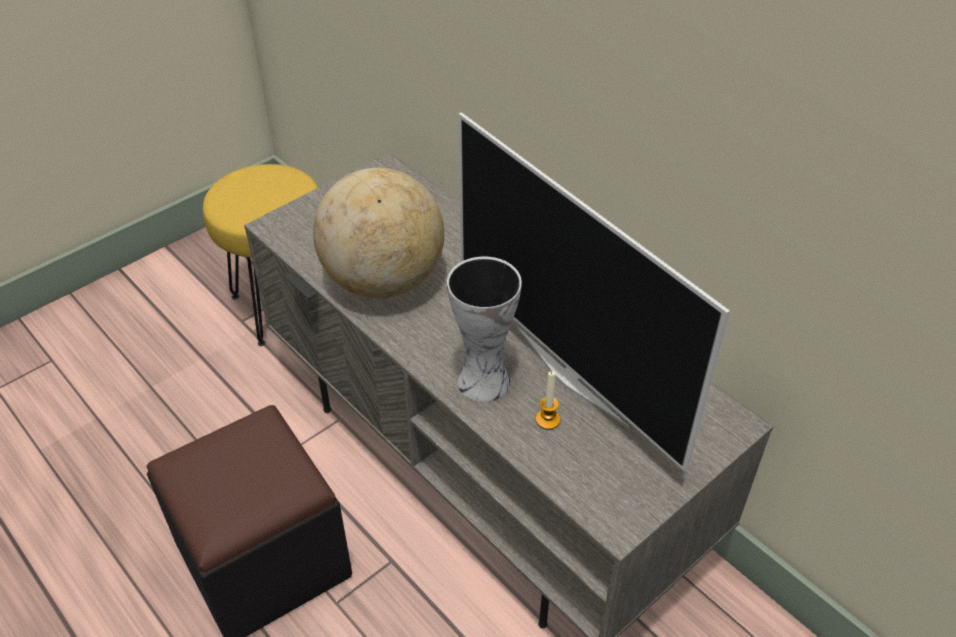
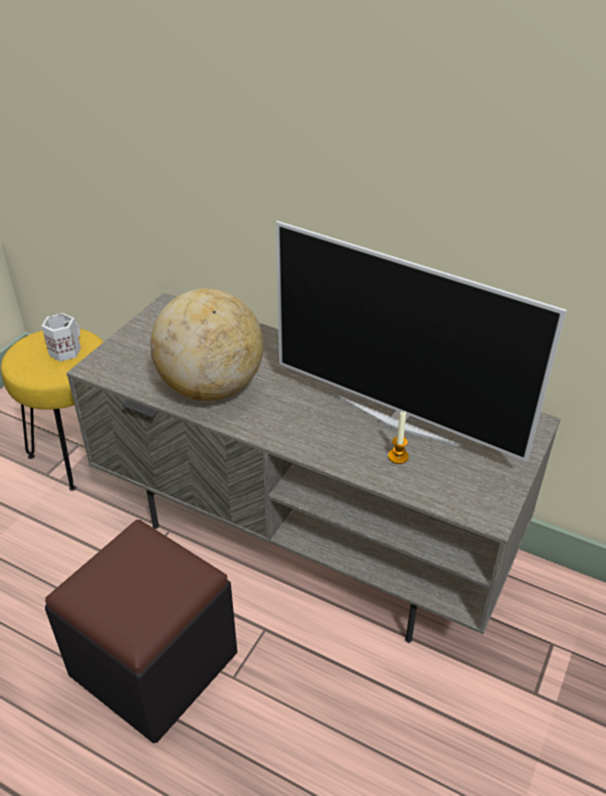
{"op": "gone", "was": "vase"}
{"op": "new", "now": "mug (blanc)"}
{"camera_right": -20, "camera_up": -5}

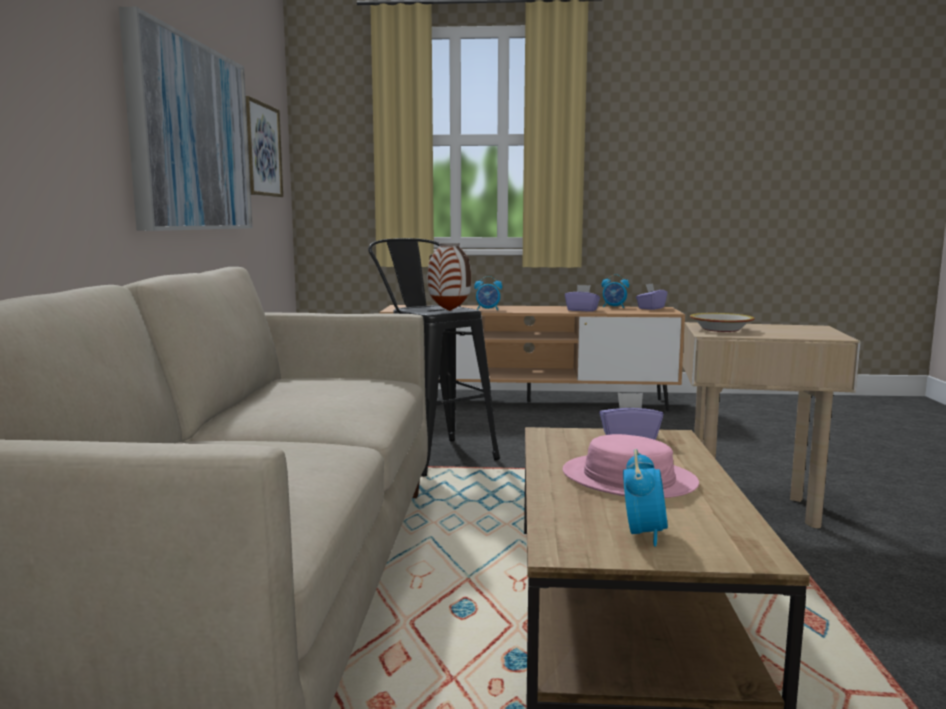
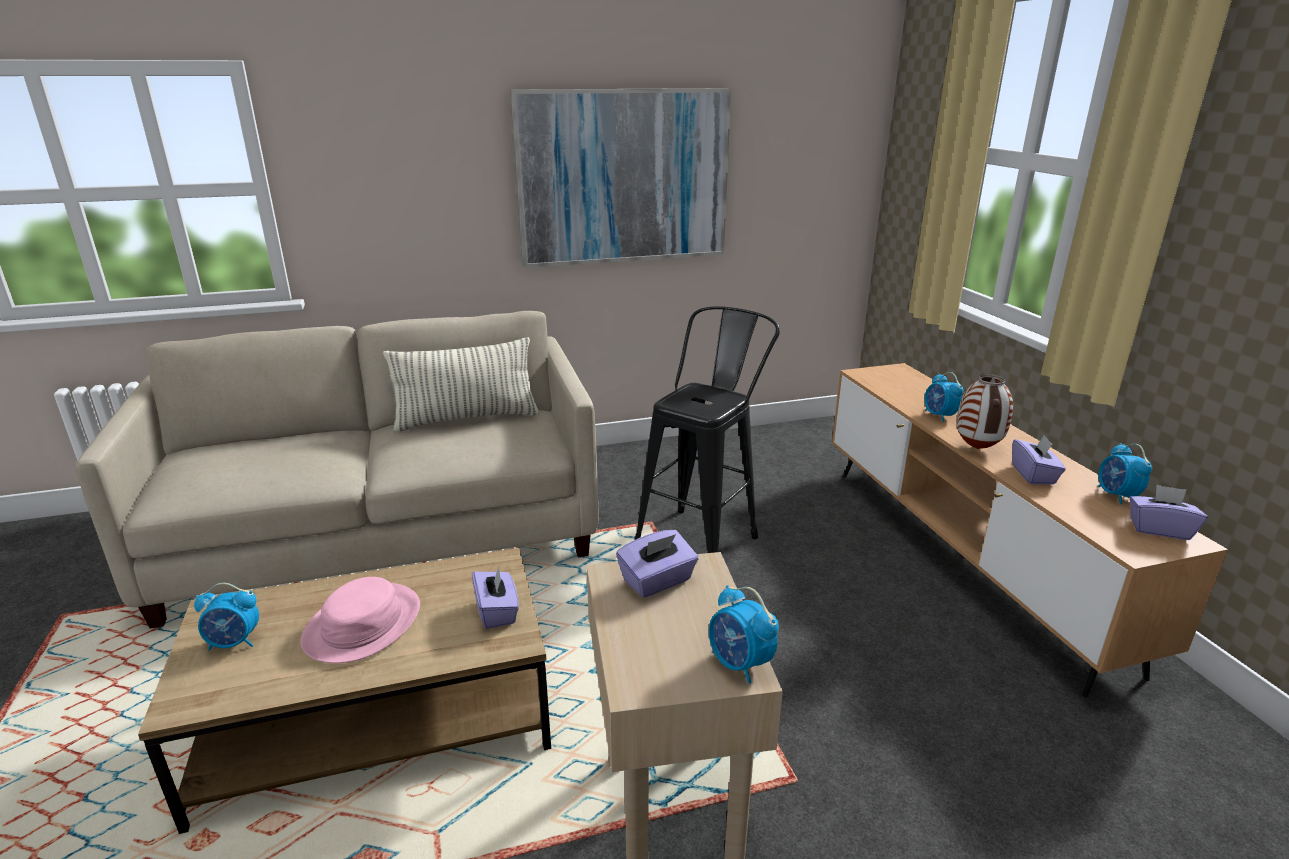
{"op": "gone", "was": "tableau (no. 2 from left)"}
{"op": "shifted", "was": "vase"}
{"op": "swapped", "was": "bol", "now": "boîte à mouchoirs (violet) (no. 2 from left)"}
{"op": "new", "now": "coussin"}
{"op": "new", "now": "réveil (no. 2 from left)"}
{"camera_right": 70, "camera_up": 15}

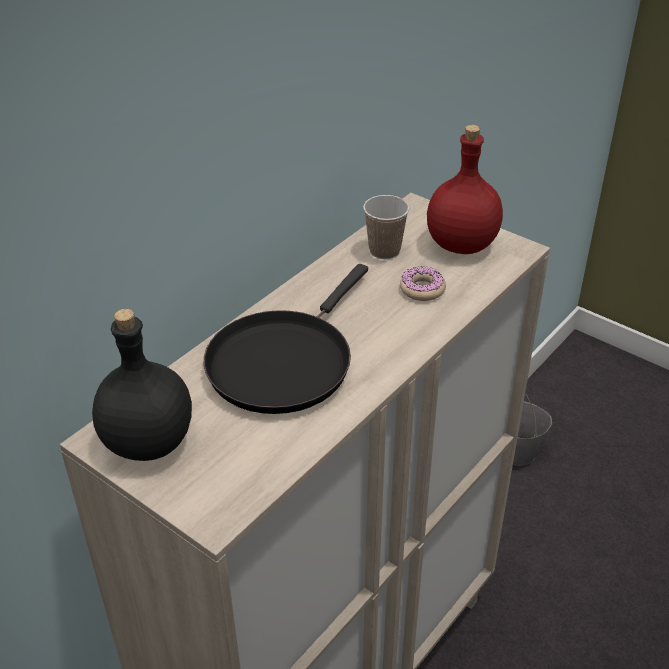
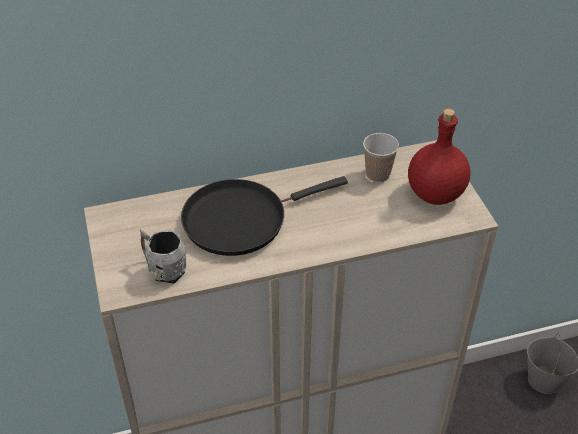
{"op": "gone", "was": "bouteille (noir)"}
{"op": "gone", "was": "beignet"}
{"op": "new", "now": "mug (gris)"}
{"camera_right": 35, "camera_up": 5}

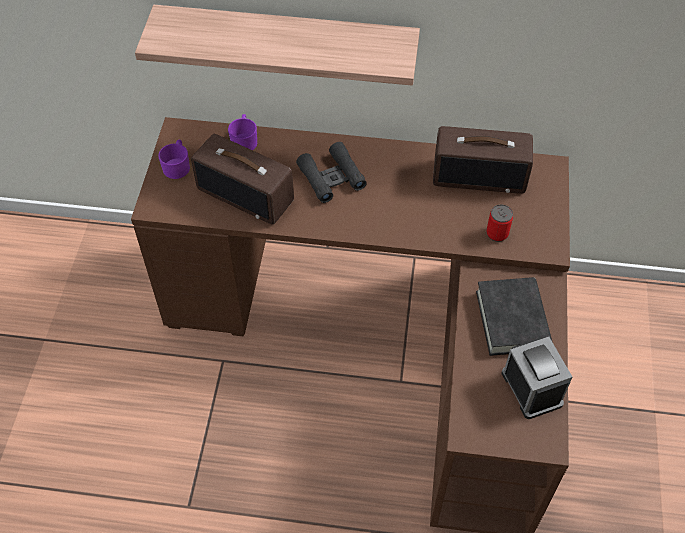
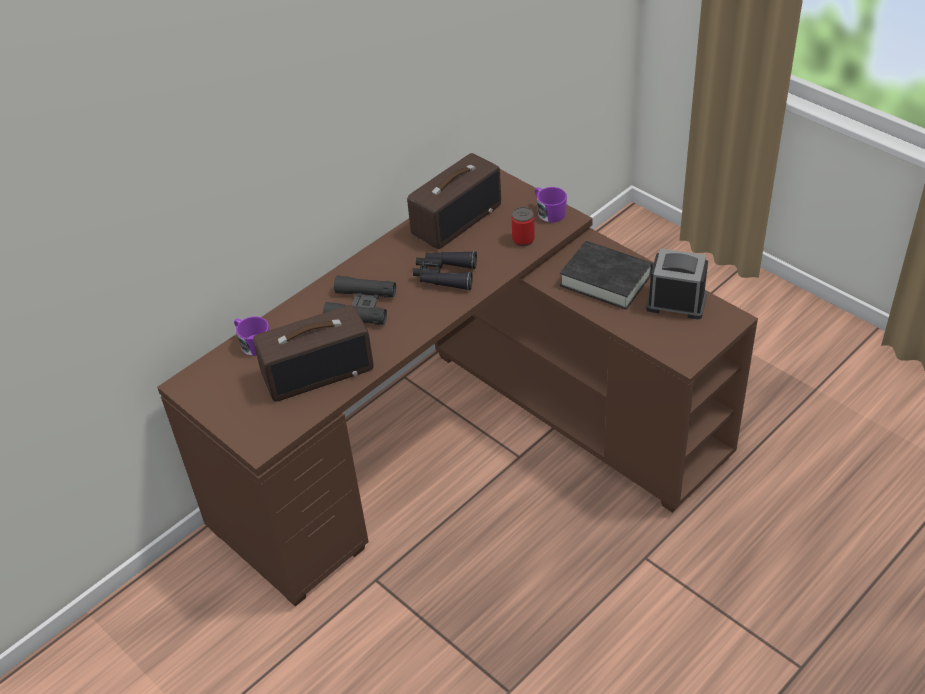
{"op": "gone", "was": "étagère"}
{"op": "shifted", "was": "mug (violet) (no. 1 from left in the first image)", "now": "mug (violet) (no. 2 from left)"}
{"op": "new", "now": "jumelles (noir) (no. 2 from left)"}
{"camera_right": -50, "camera_up": -10}

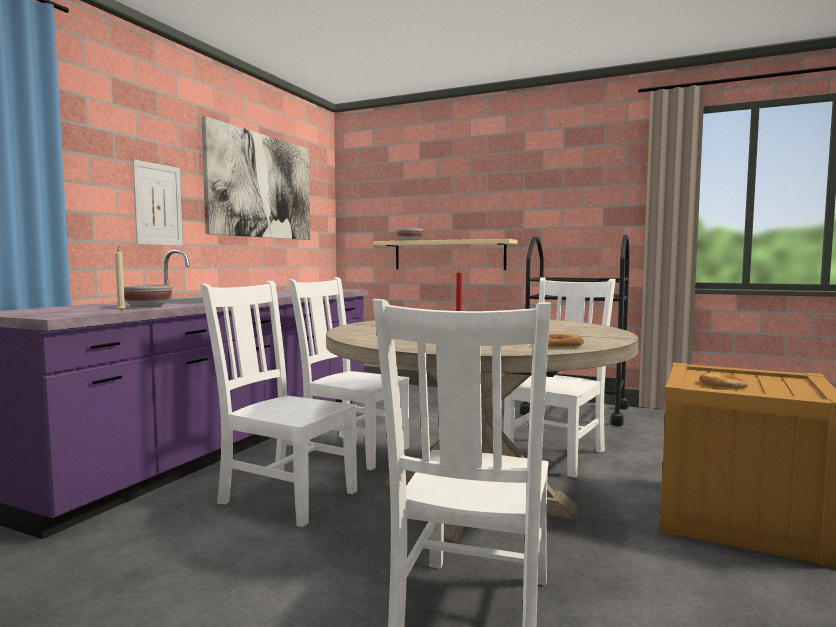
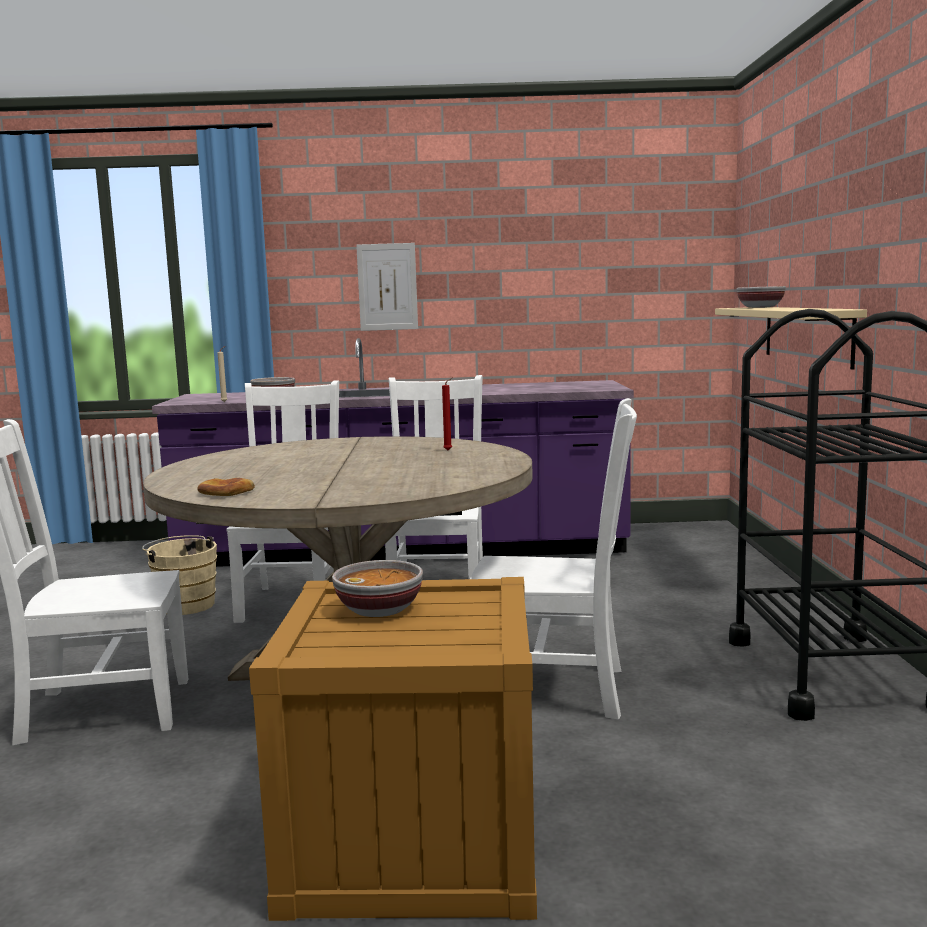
{"op": "gone", "was": "tableau (no. 2 from left)"}
{"op": "swapped", "was": "pain (no. 2 from left)", "now": "bol (no. 2 from left)"}
{"op": "new", "now": "seau (beige)"}
{"camera_right": 65, "camera_up": 5}

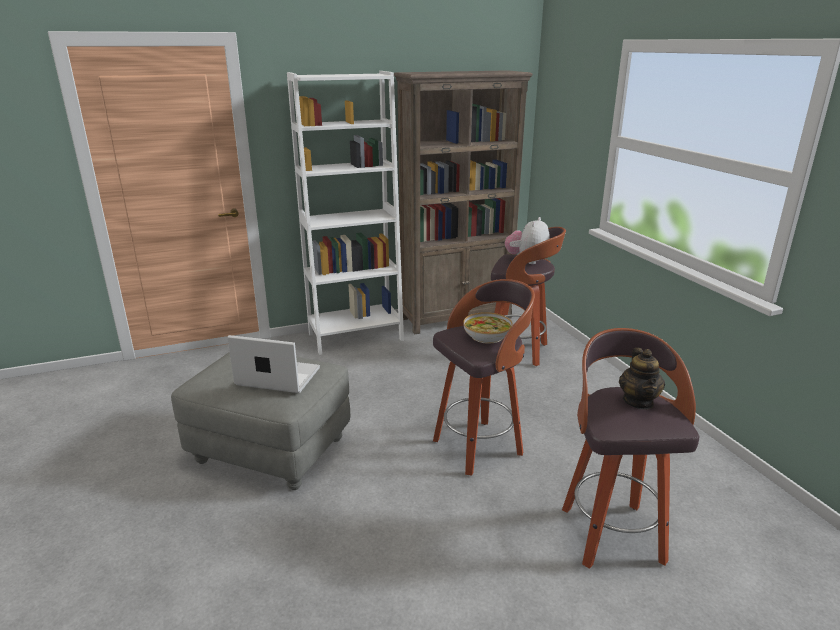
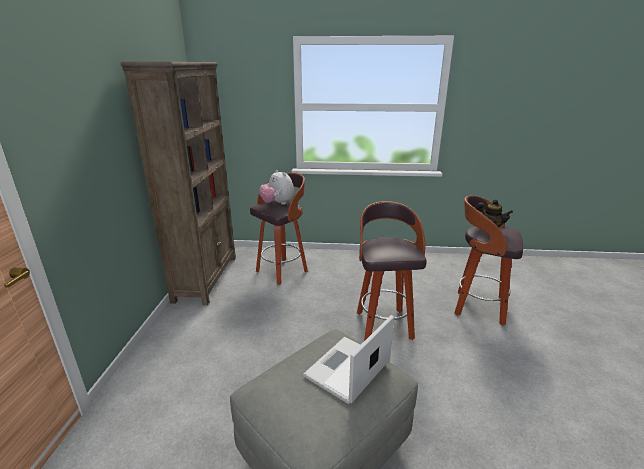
{"op": "gone", "was": "bibliothèque (blanc)"}
{"op": "gone", "was": "bol"}
{"camera_right": -65, "camera_up": 0}

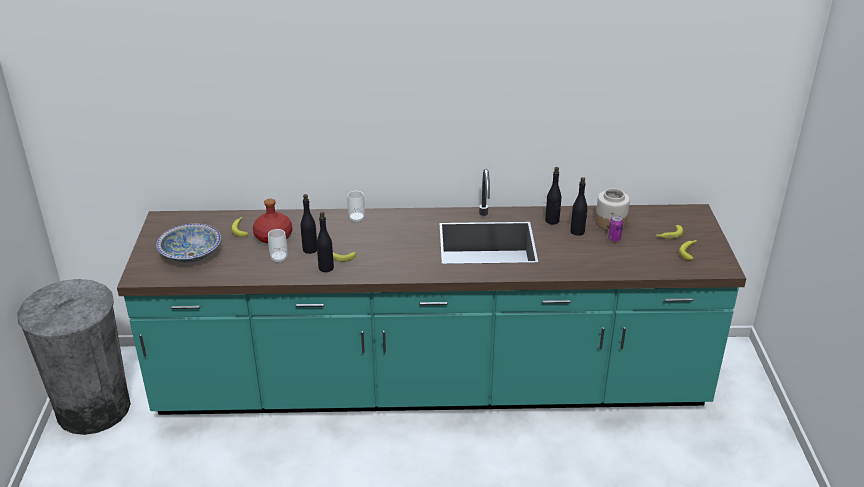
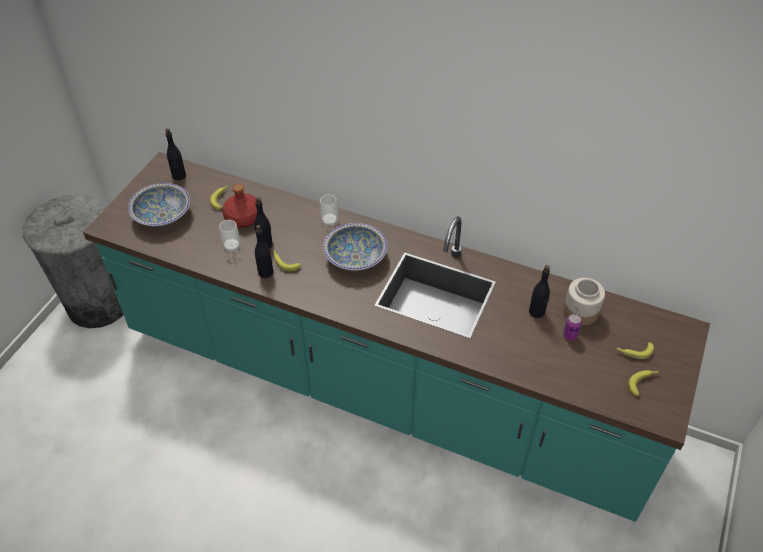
{"op": "shifted", "was": "bouteille (noir) (no. 3 from left in the first image)", "now": "bouteille (noir) (no. 1 from left)"}
{"op": "new", "now": "bol (no. 2 from left)"}
{"camera_right": 25, "camera_up": 15}

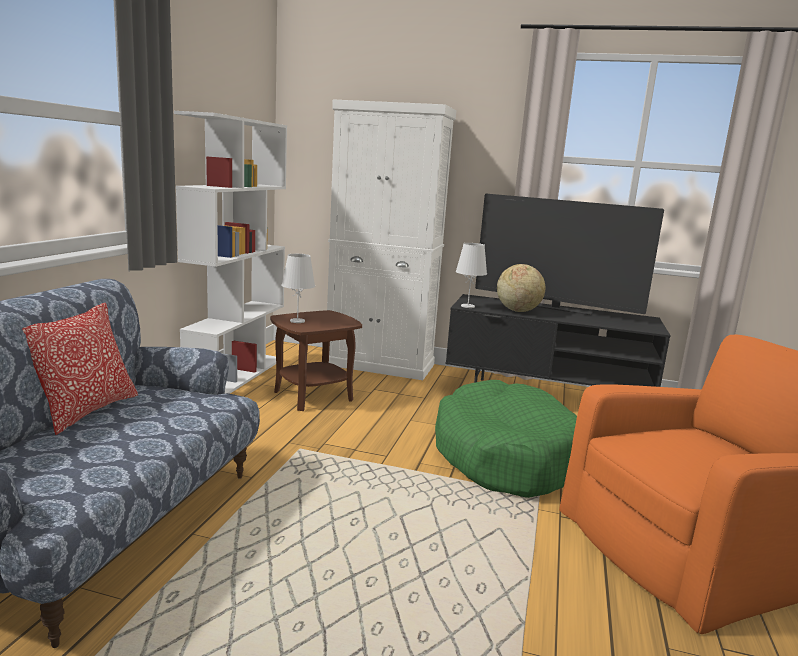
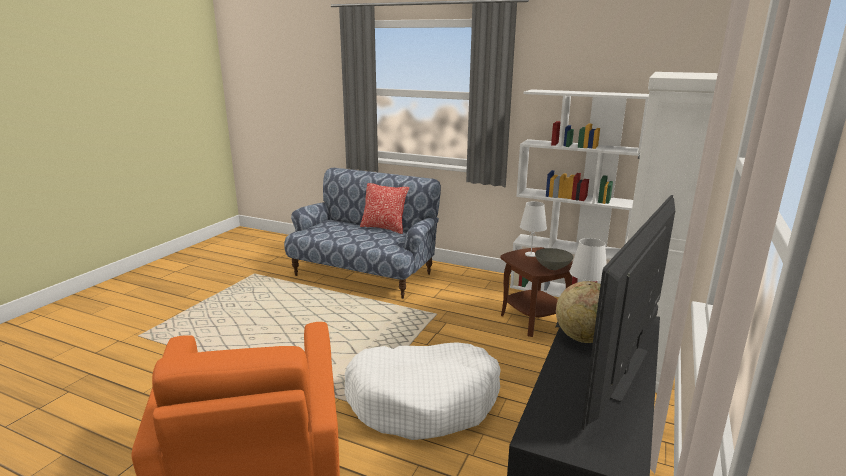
{"op": "repainted", "was": "panier pour chien (vert)", "now": "panier pour chien (blanc)"}
{"op": "new", "now": "bol (gris)"}
{"camera_right": 100, "camera_up": 5}

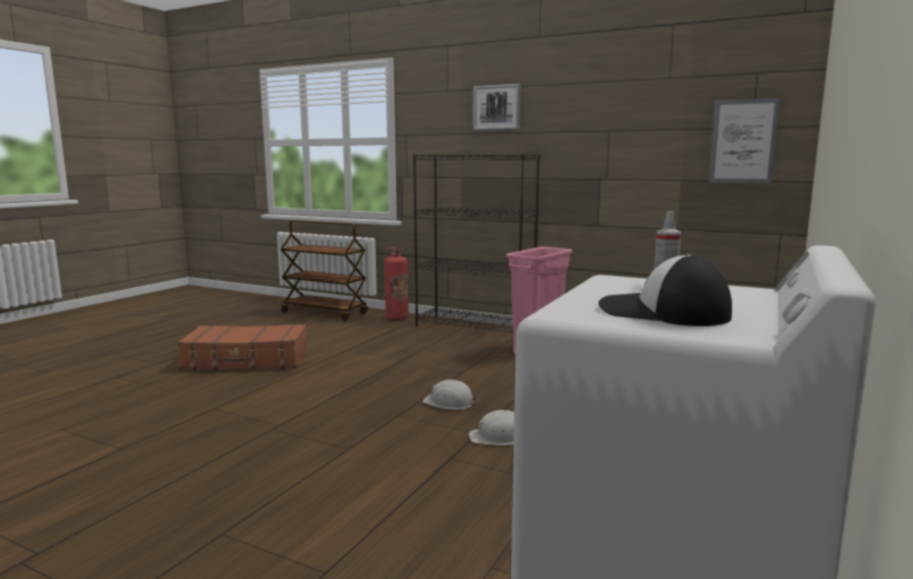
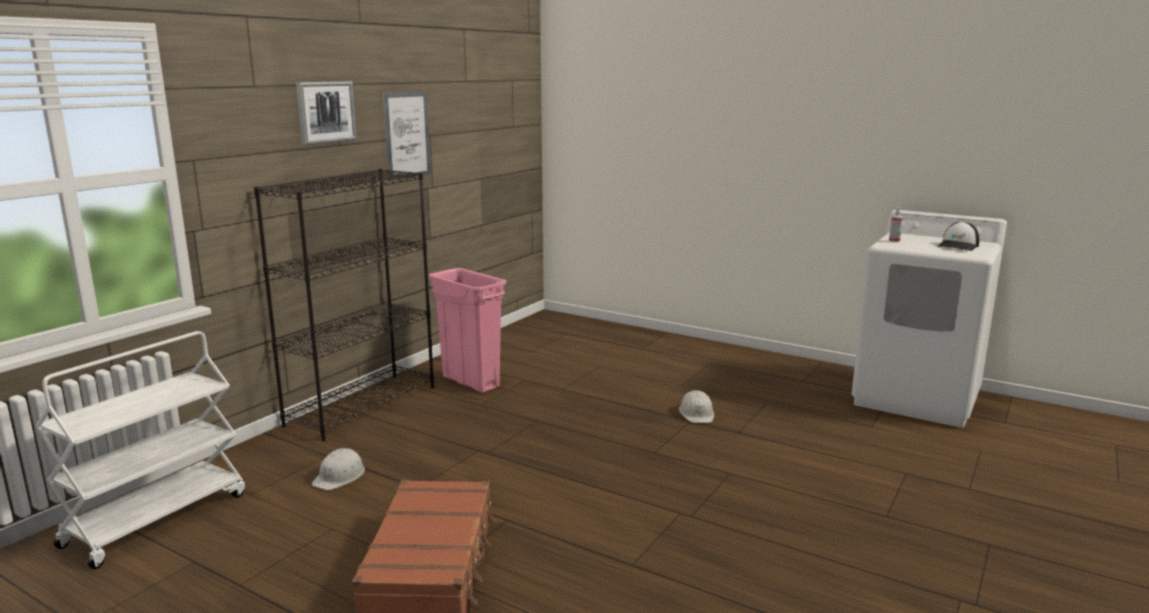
{"op": "repainted", "was": "chariot (marron)", "now": "chariot (blanc)"}
{"op": "gone", "was": "extincteur"}
{"op": "shifted", "was": "casque de chantier (blanc) (no. 1 from left)"}
{"op": "shifted", "was": "tableau (no. 2 from left)"}
{"camera_right": -85, "camera_up": 5}

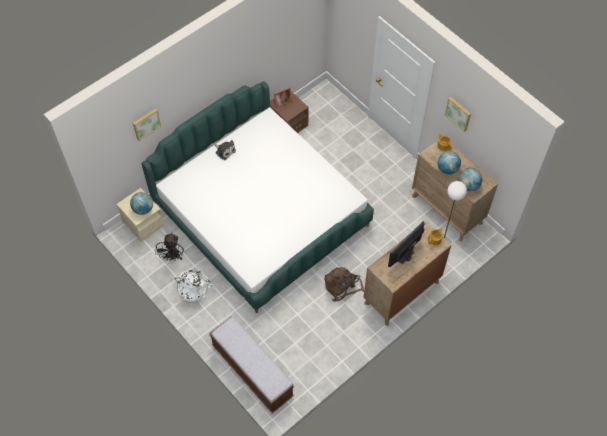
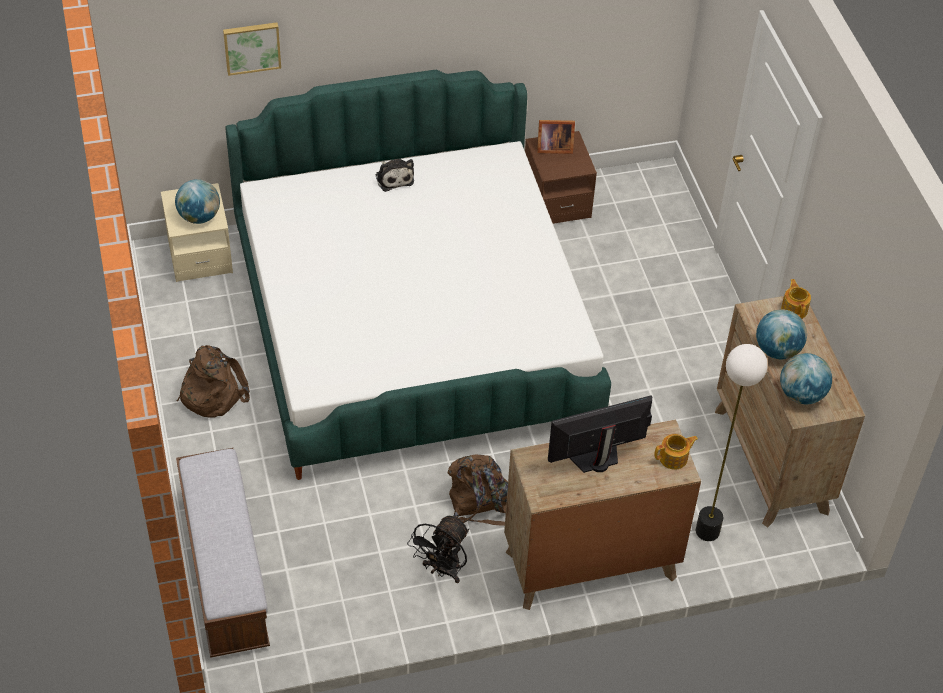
{"op": "shifted", "was": "ventilateur (noir)"}
{"op": "repainted", "was": "sac à dos (blanc)", "now": "sac à dos (marron) (no. 1 from left)"}
{"op": "gone", "was": "tableau (no. 2 from left)"}
{"camera_right": 25, "camera_up": -10}

